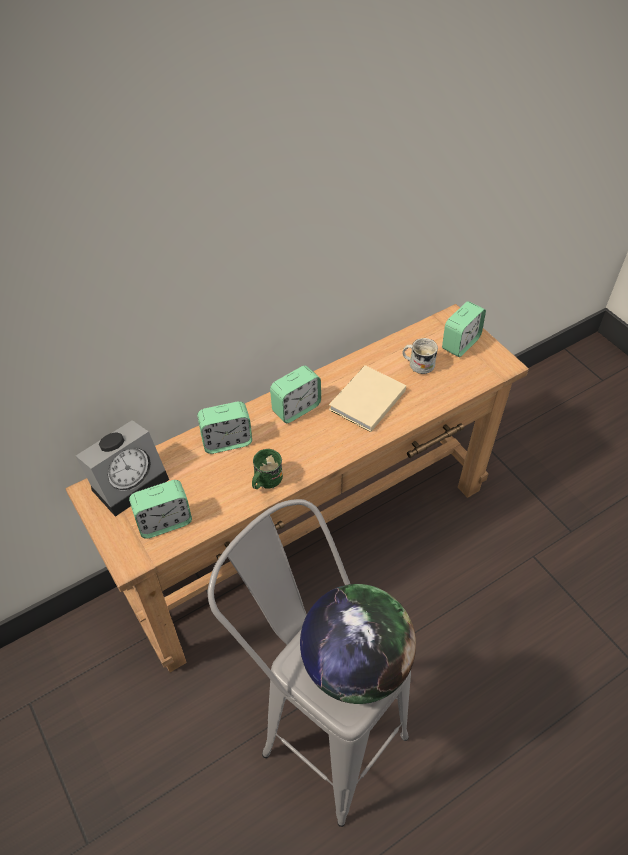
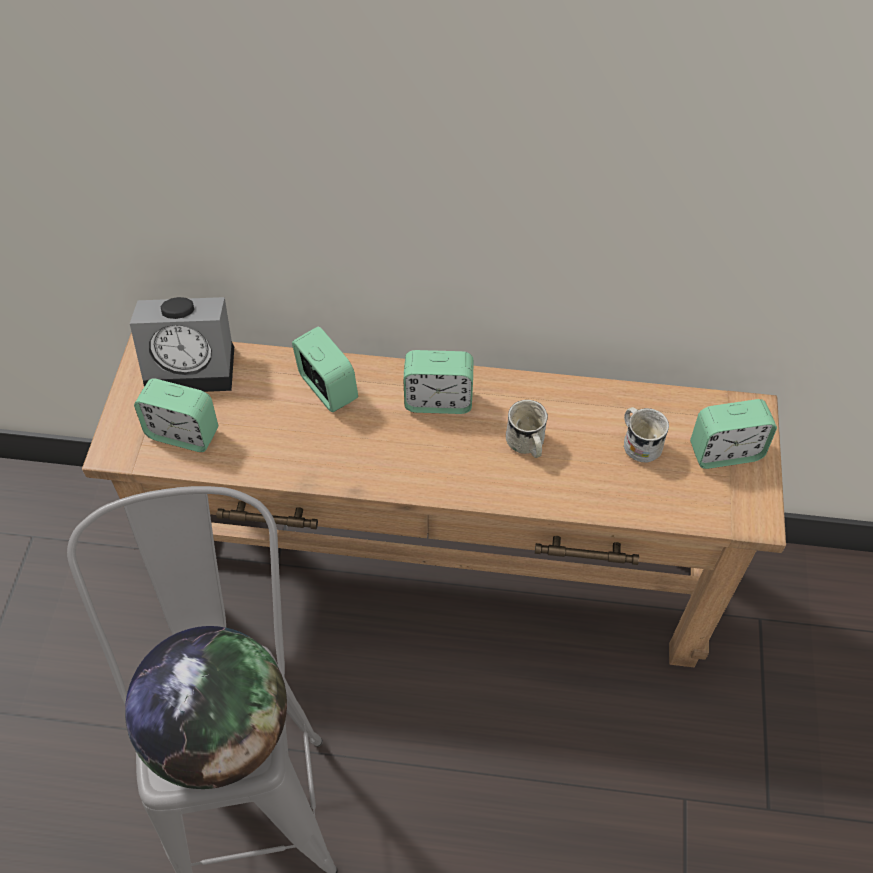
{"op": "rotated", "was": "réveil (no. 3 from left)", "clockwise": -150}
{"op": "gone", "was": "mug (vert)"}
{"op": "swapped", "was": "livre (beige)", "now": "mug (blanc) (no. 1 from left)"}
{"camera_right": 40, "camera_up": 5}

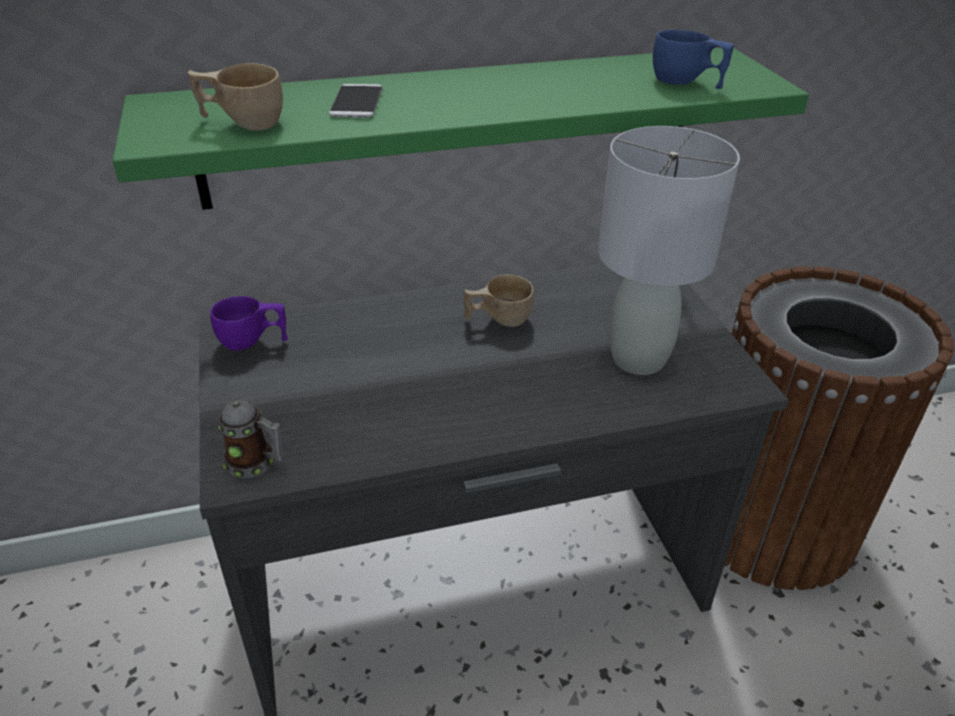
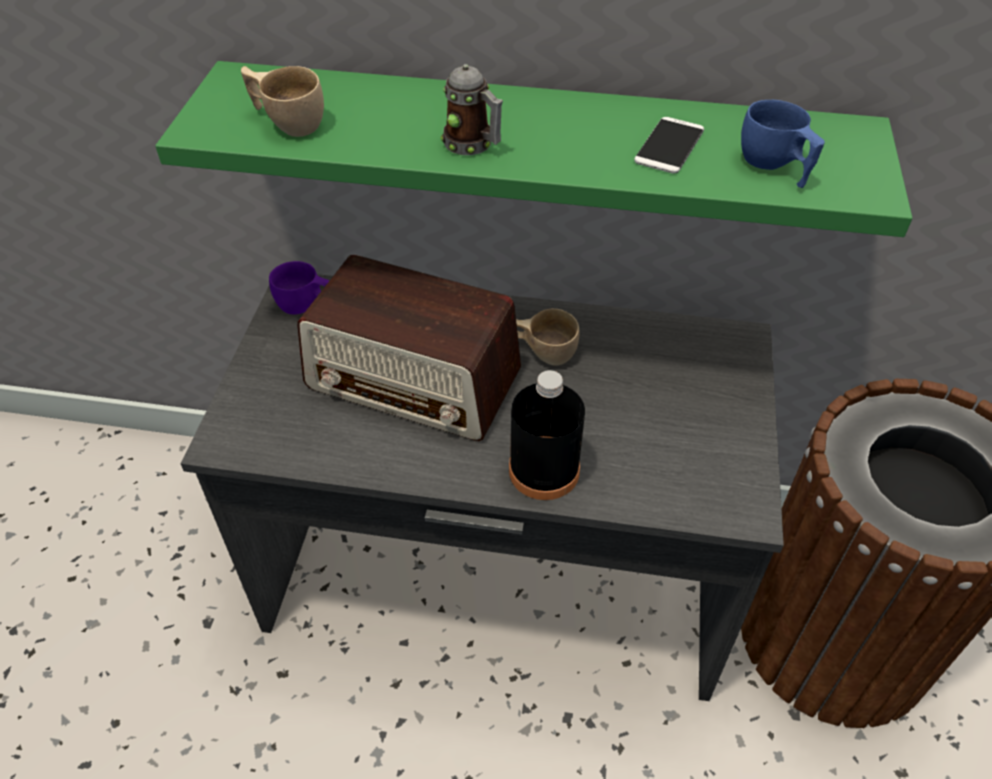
{"op": "shifted", "was": "mug"}
{"op": "shifted", "was": "téléphone"}
{"op": "gone", "was": "lampe de table (gris)"}
{"op": "new", "now": "radio"}
{"op": "new", "now": "bouteille (noir)"}
{"camera_right": 25, "camera_up": 10}

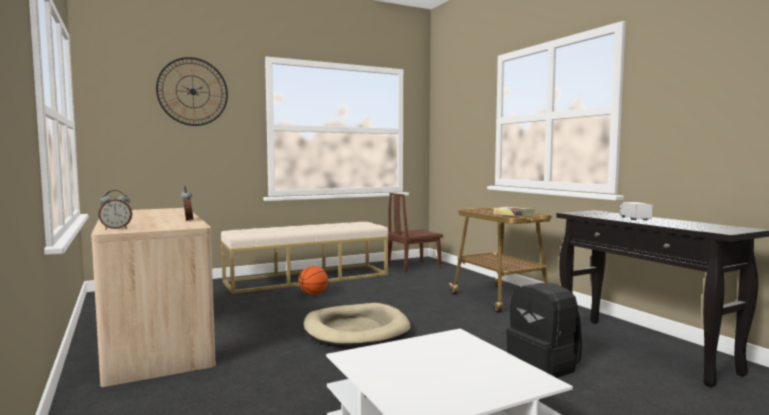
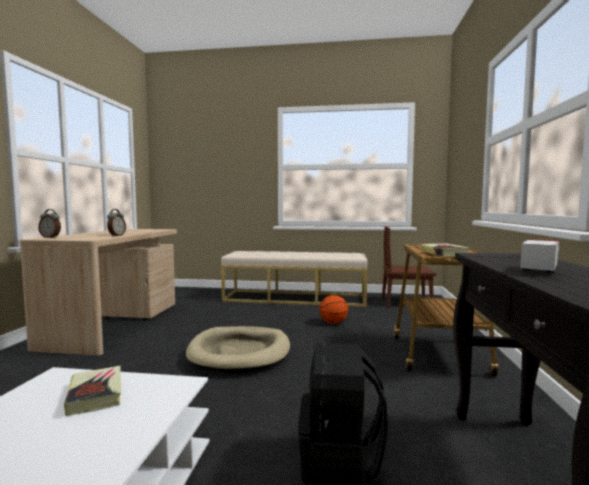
{"op": "gone", "was": "horloge murale"}
{"op": "shifted", "was": "ballon de basket"}
{"op": "new", "now": "livre (no. 1 from left)"}
{"camera_right": 35, "camera_up": 0}

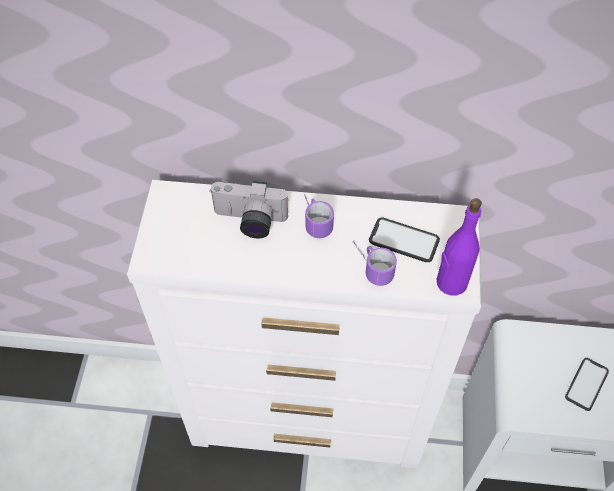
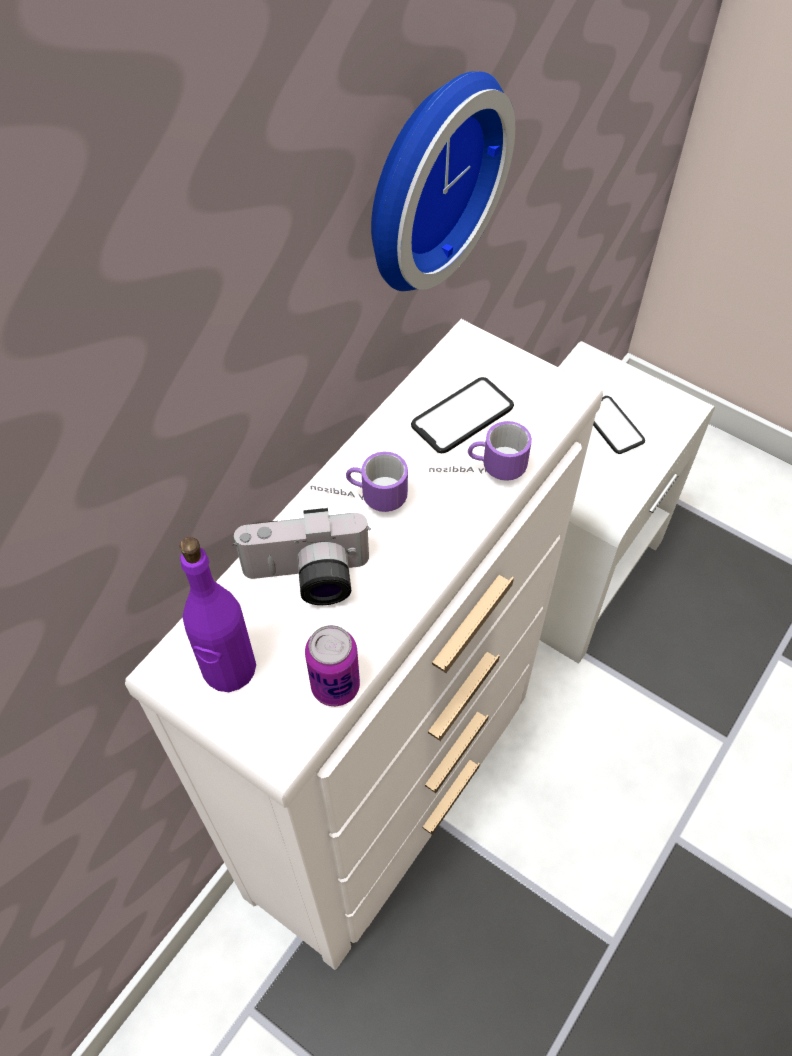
{"op": "rotated", "was": "appareil photo", "clockwise": 45}
{"op": "shifted", "was": "bouteille (violet)"}
{"op": "new", "now": "boîte métallique"}
{"op": "new", "now": "horloge murale"}
{"camera_right": -60, "camera_up": 0}

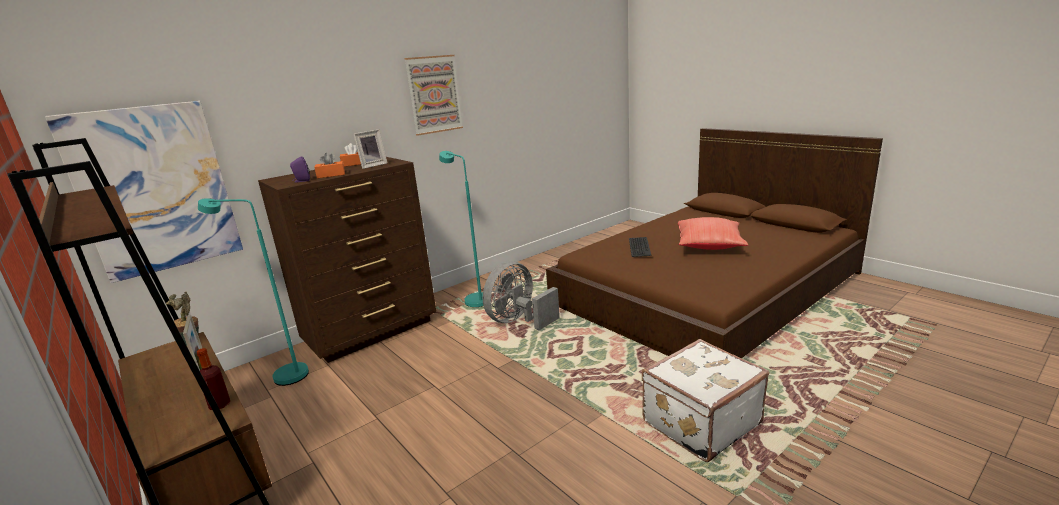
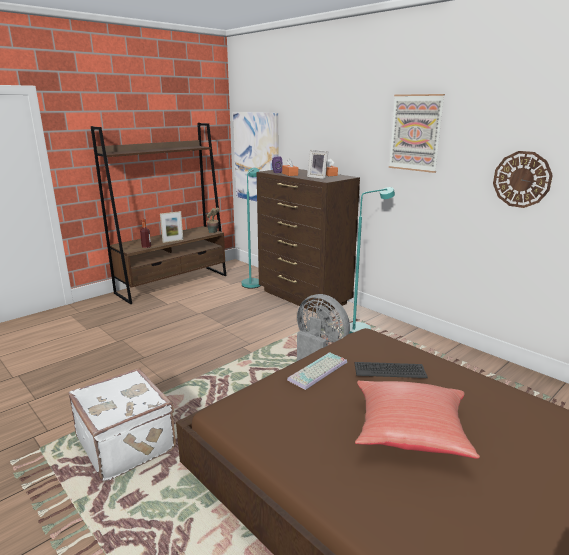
{"op": "new", "now": "clavier (no. 1 from left)"}
{"op": "new", "now": "horloge murale"}
{"camera_right": 85, "camera_up": 0}

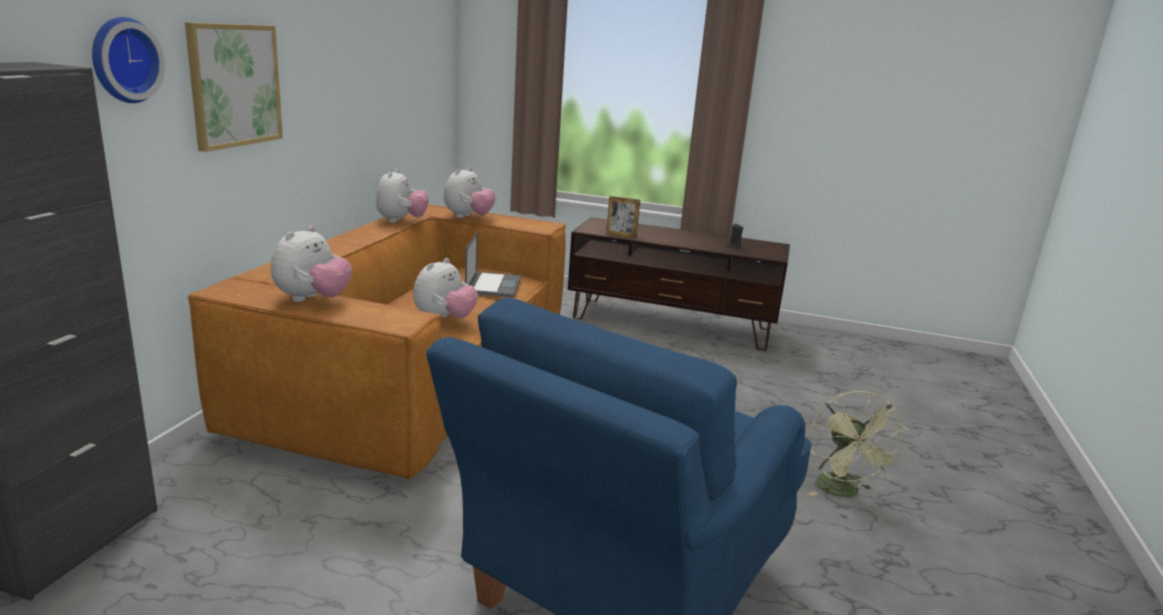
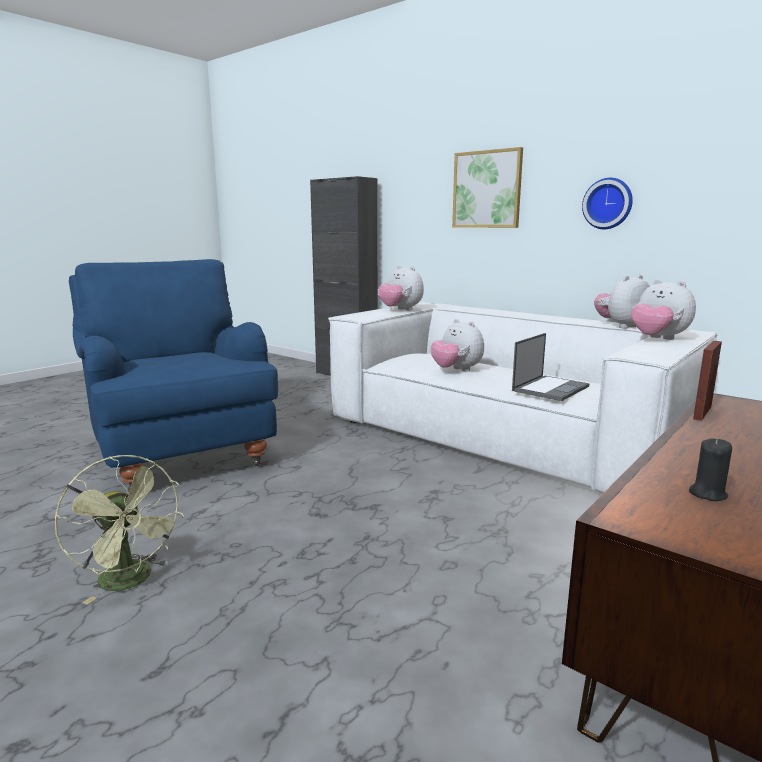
{"op": "shifted", "was": "horloge murale"}
{"op": "repainted", "was": "canapé (marron)", "now": "canapé (blanc)"}
{"op": "rotated", "was": "peluche (no. 2 from left in the first image)", "clockwise": 120}
{"op": "rotated", "was": "ordinateur portable", "clockwise": -75}
{"op": "rotated", "was": "ventilateur (vert)", "clockwise": -150}
{"camera_right": 115, "camera_up": -5}

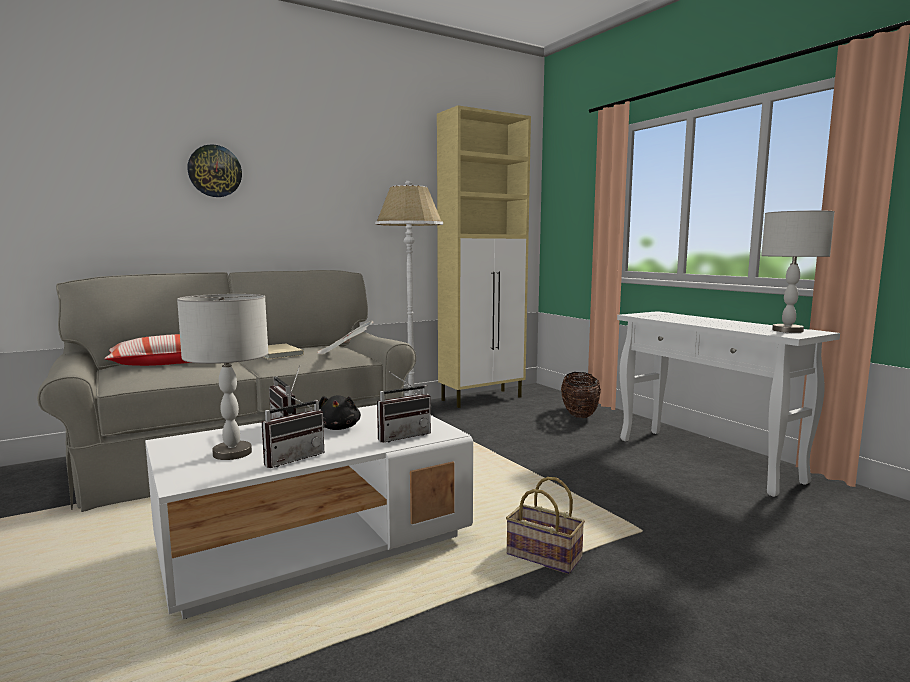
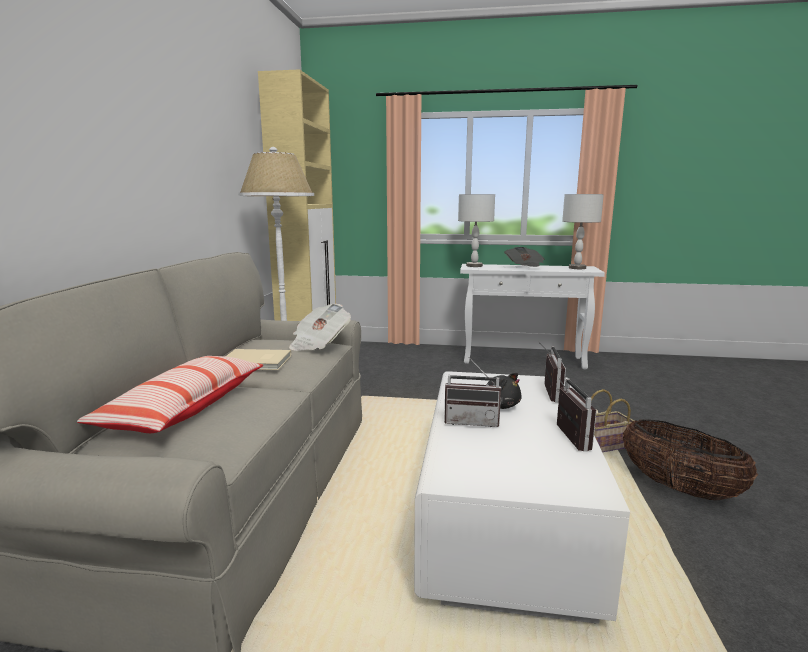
{"op": "shifted", "was": "lampe de table (gris) (no. 1 from left)"}
{"op": "gone", "was": "horloge murale"}
{"op": "shifted", "was": "panier (no. 2 from left)"}
{"op": "new", "now": "journal (no. 2 from left)"}
{"camera_right": -50, "camera_up": 5}

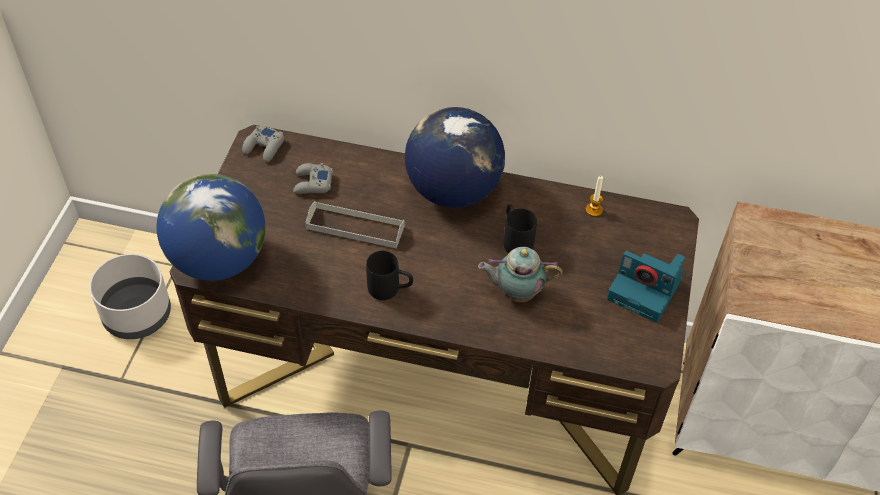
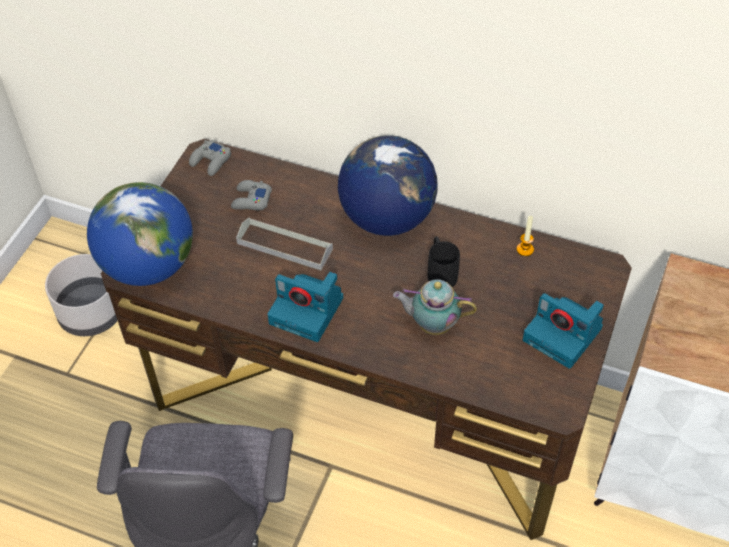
{"op": "swapped", "was": "mug (noir) (no. 1 from left)", "now": "appareil photo (no. 1 from left)"}
{"camera_right": 10, "camera_up": 0}

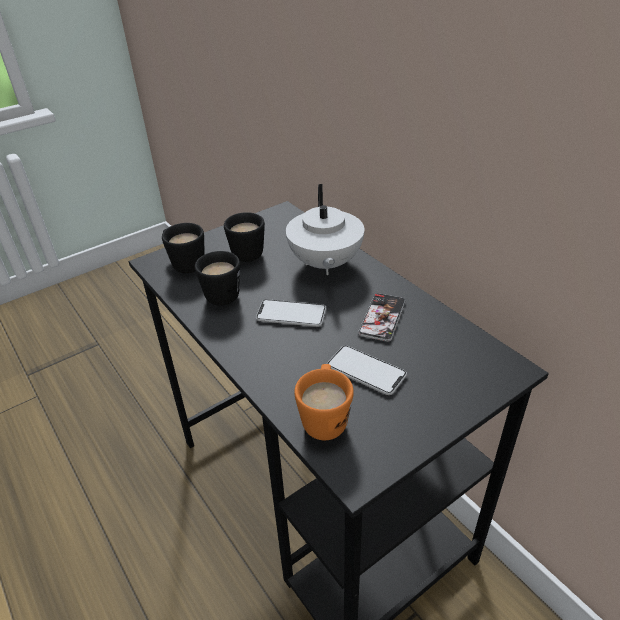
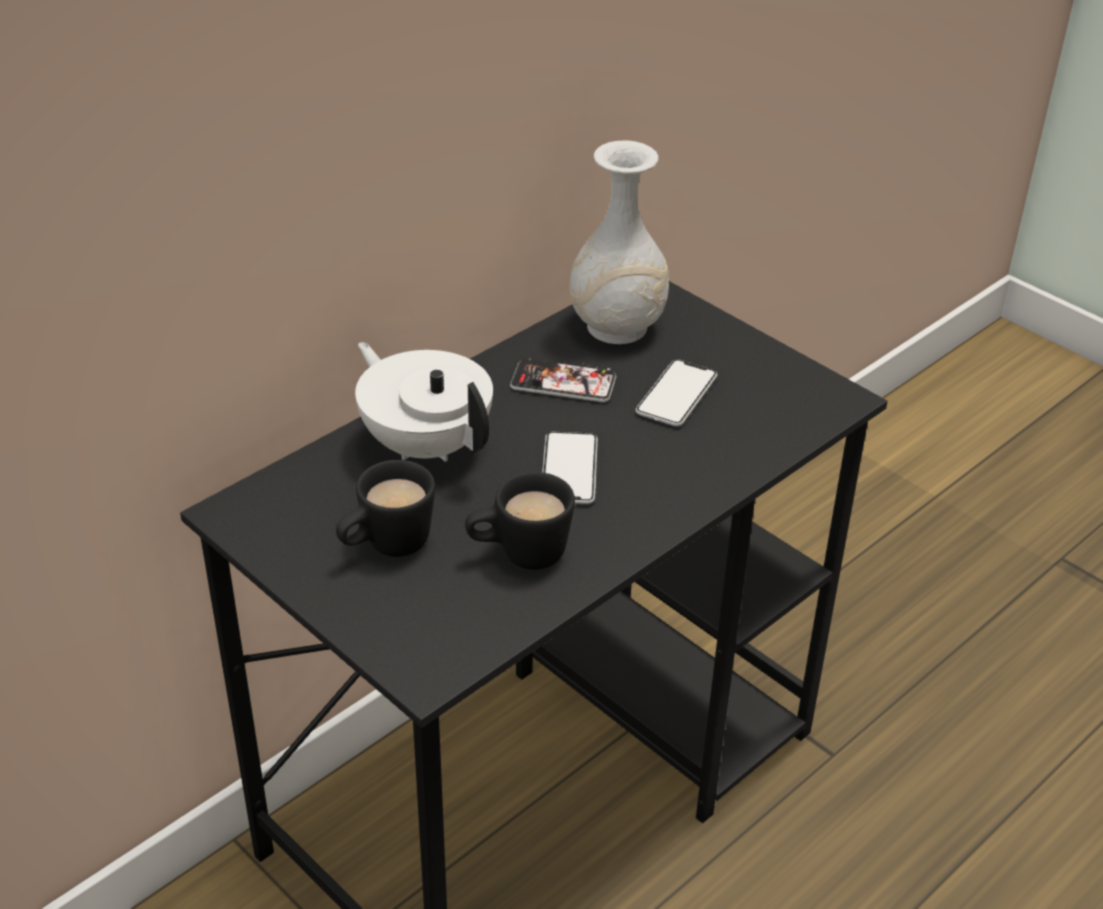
{"op": "gone", "was": "mug (noir) (no. 1 from left)"}
{"op": "rotated", "was": "théière (blanc)", "clockwise": -120}
{"op": "gone", "was": "mug (orange)"}
{"op": "new", "now": "vase (blanc)"}
{"camera_right": -100, "camera_up": 0}

